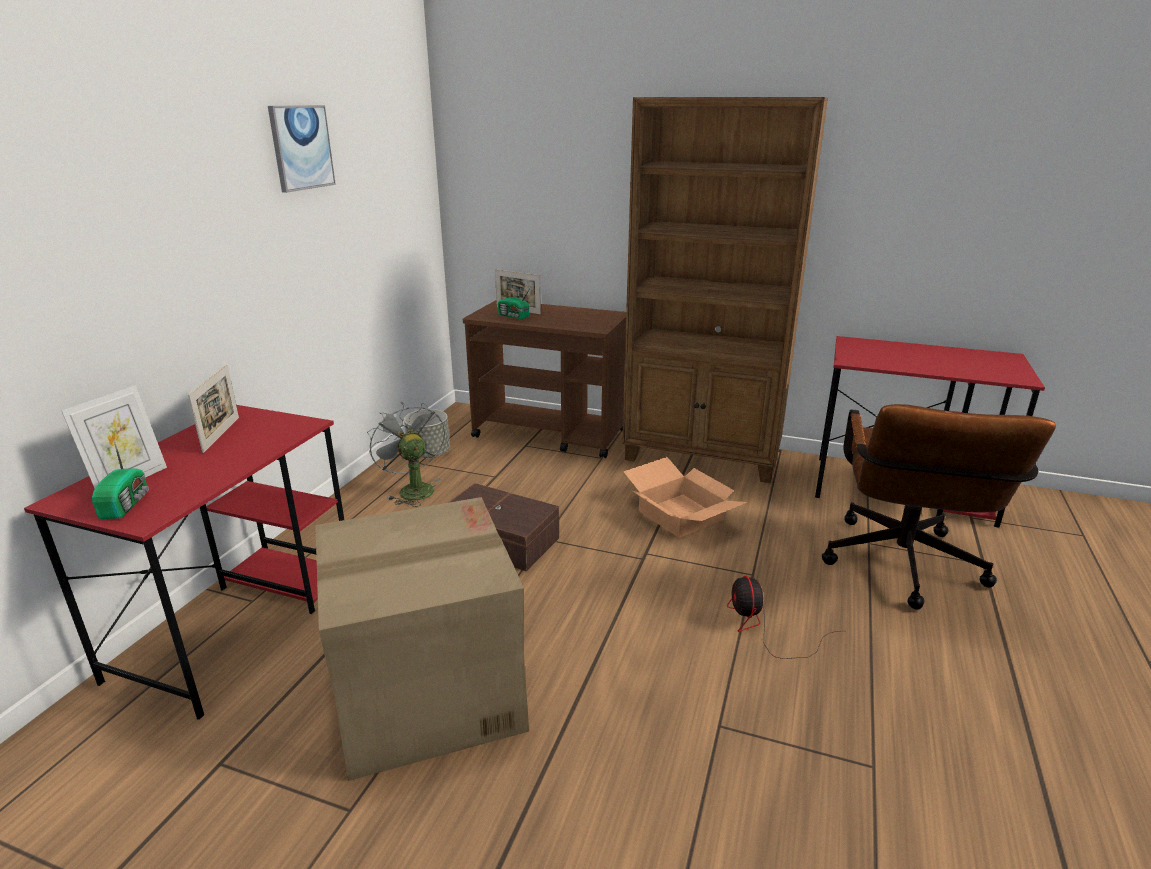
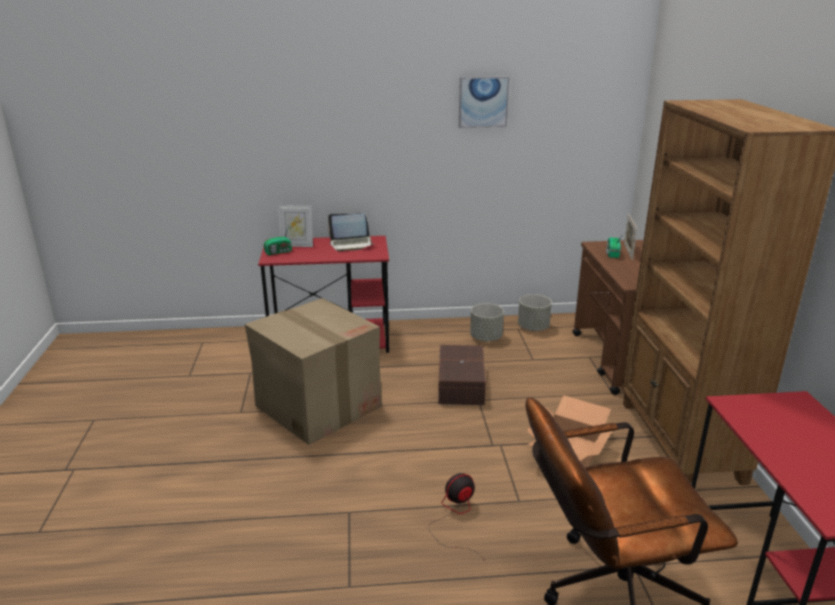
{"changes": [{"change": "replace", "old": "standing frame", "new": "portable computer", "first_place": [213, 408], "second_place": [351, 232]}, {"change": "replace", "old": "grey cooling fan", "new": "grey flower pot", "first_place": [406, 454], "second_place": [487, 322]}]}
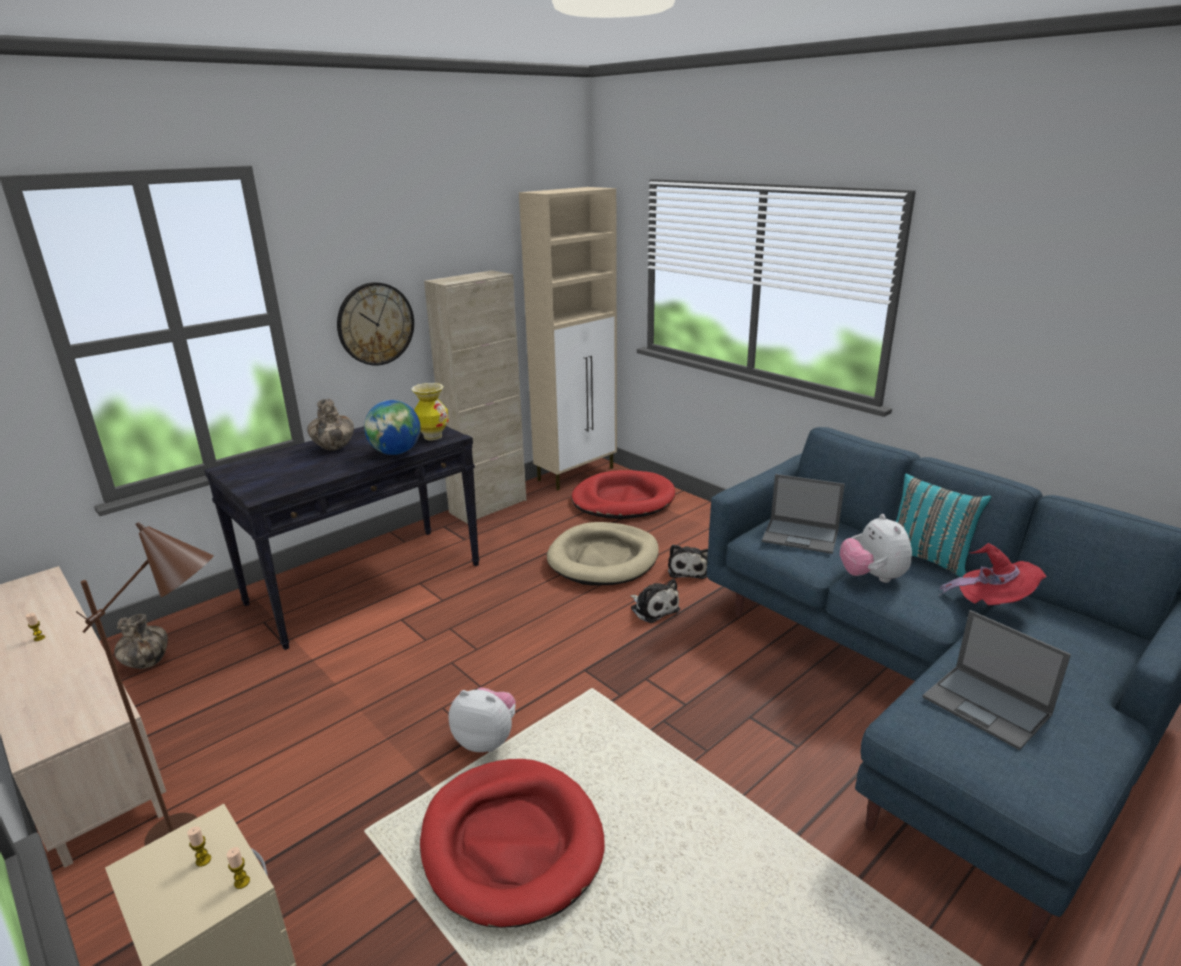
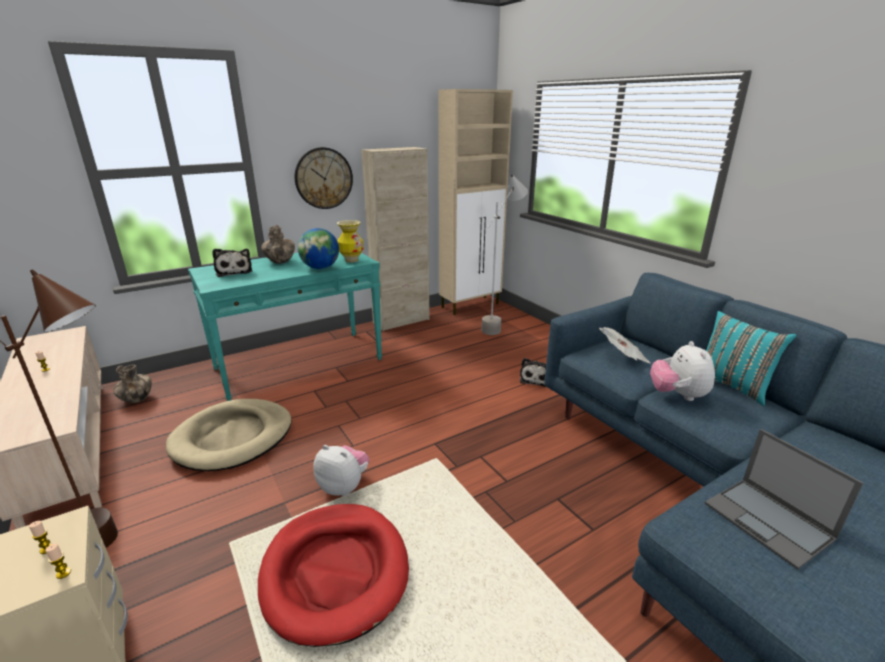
{"changes": [{"change": "recolor", "old": "blackish console table", "new": "blue-green console table", "first_place": [342, 538], "second_place": [285, 326]}, {"change": "move", "old": "beige dog cushion", "first_place": [603, 553], "second_place": [229, 435]}, {"change": "replace", "old": "red dog cushion", "new": "grey floor lamp", "first_place": [623, 494], "second_place": [505, 254]}, {"change": "move", "old": "plush toy", "first_place": [655, 601], "second_place": [232, 262]}, {"change": "replace", "old": "portable computer", "new": "daily paper", "first_place": [803, 514], "second_place": [624, 345]}, {"change": "delete", "old": "red clothing hat", "first_place": [993, 574]}]}
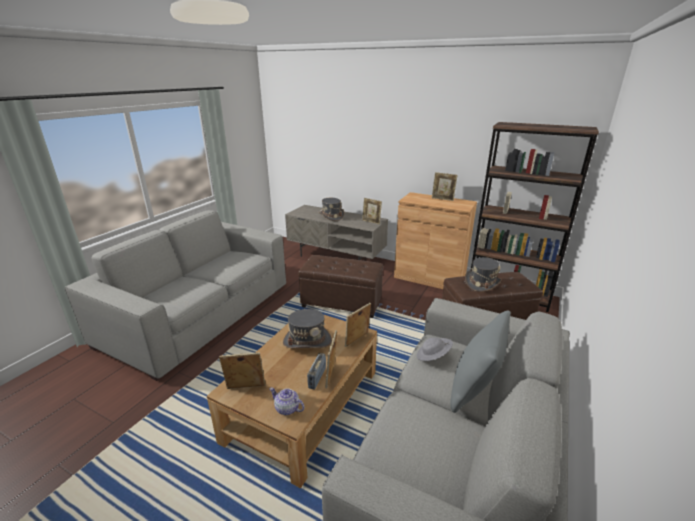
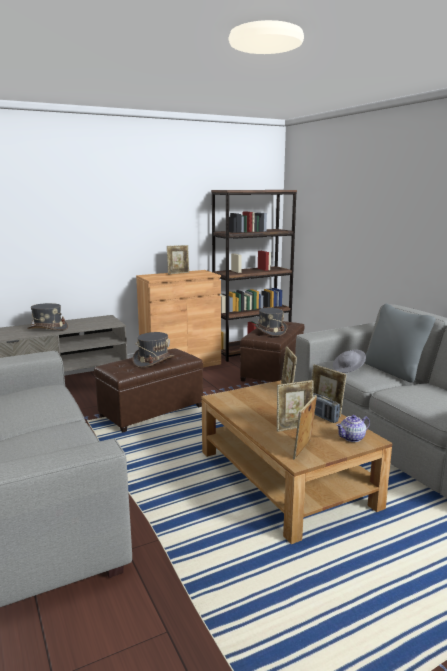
{"changes": [{"change": "move", "old": "grey clothing hat", "first_place": [307, 328], "second_place": [153, 350]}, {"change": "move", "old": "standing frame", "first_place": [372, 211], "second_place": [295, 406]}]}
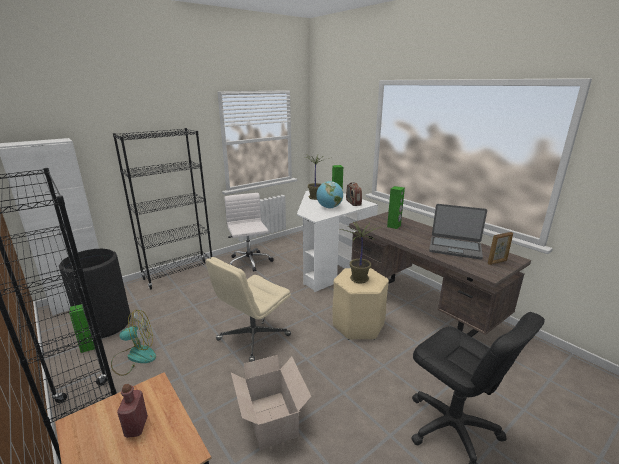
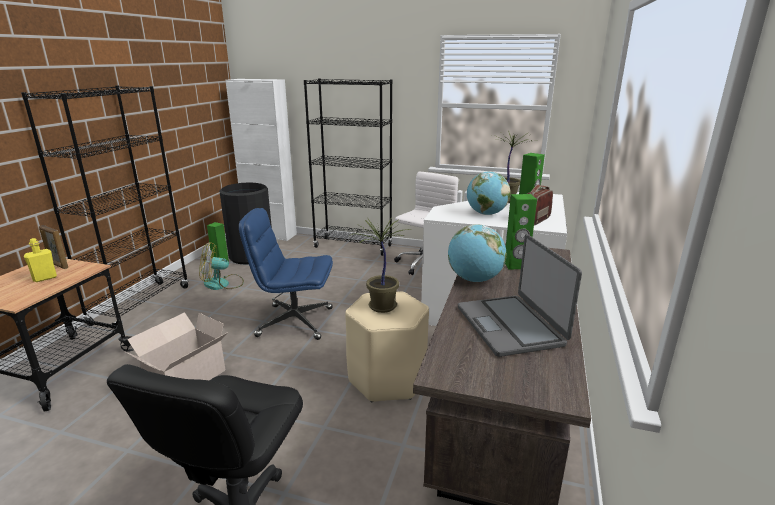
{"changes": [{"change": "rotate", "old": "cooling fan", "first_place": [133, 343], "second_place": [221, 266], "degrees": 135}, {"change": "recolor", "old": "red beverage bottle", "new": "yellow beverage bottle", "first_place": [132, 411], "second_place": [40, 260]}, {"change": "recolor", "old": "beige computer chair", "new": "blue computer chair", "first_place": [248, 309], "second_place": [286, 274]}, {"change": "move", "old": "standing frame", "first_place": [500, 248], "second_place": [53, 247]}, {"change": "insert", "new": "globe", "second_place": [477, 253]}]}
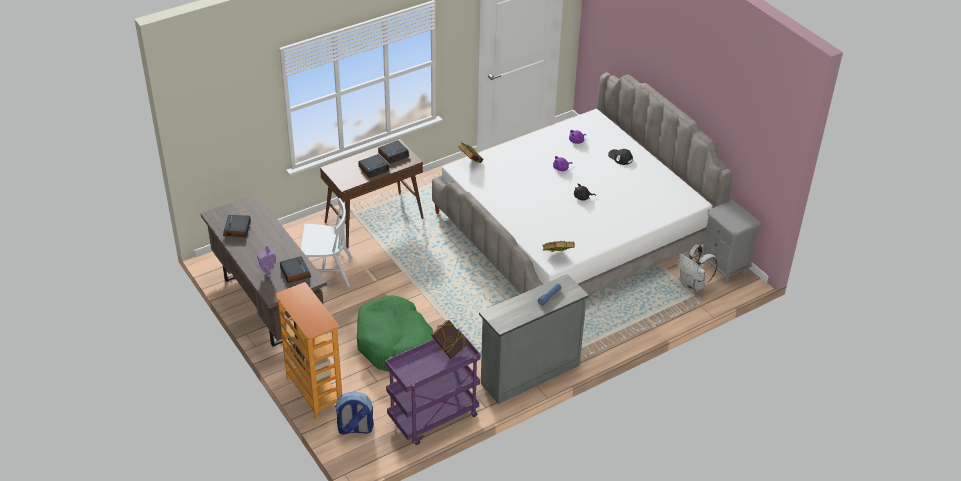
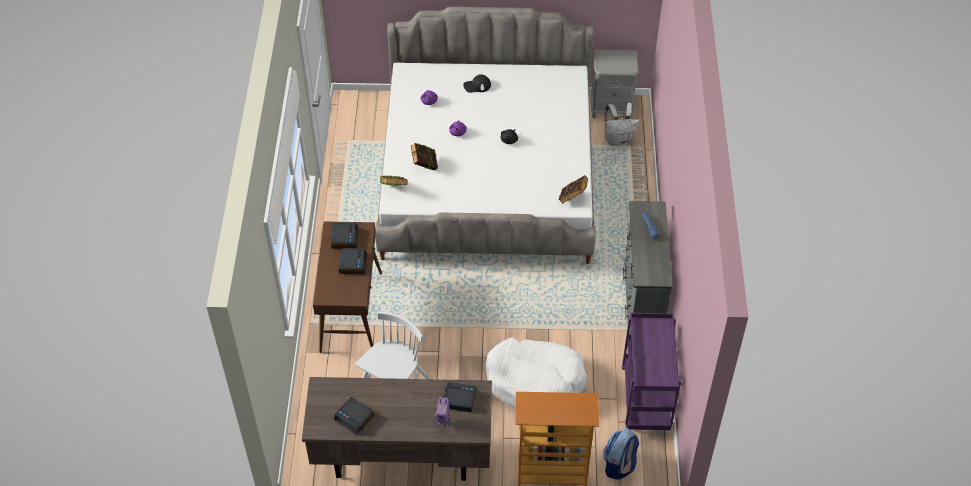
{"changes": [{"change": "recolor", "old": "greenish dog cushion", "new": "white-coloured dog cushion", "first_place": [395, 333], "second_place": [536, 372]}, {"change": "move", "old": "volume", "first_place": [449, 339], "second_place": [424, 156]}]}
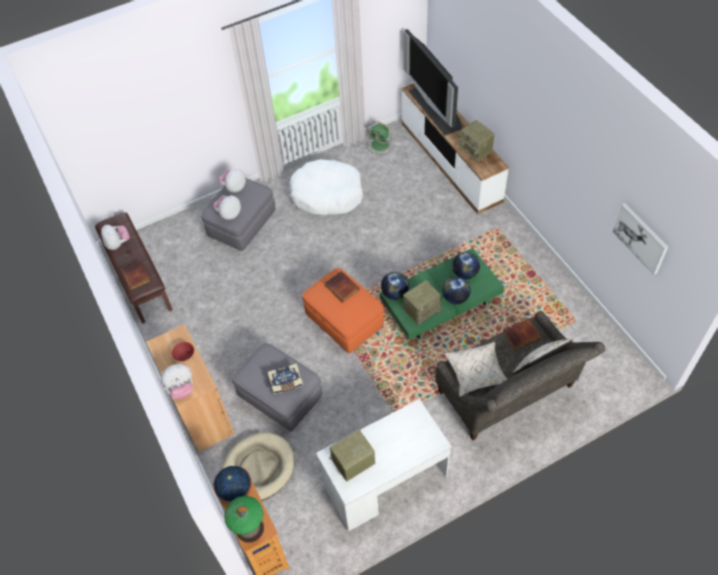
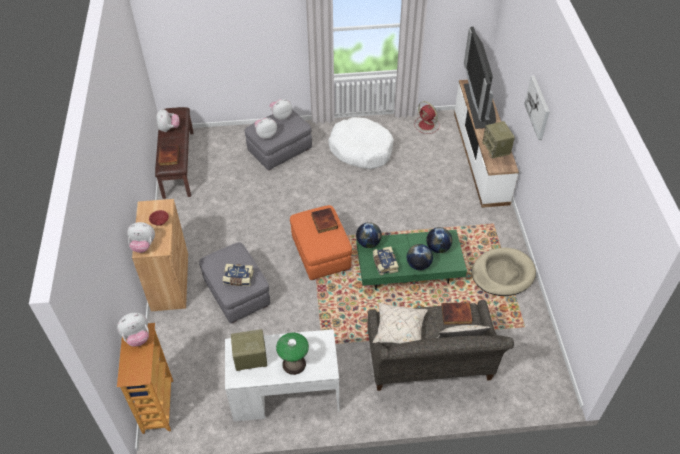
{"changes": [{"change": "replace", "old": "globe", "new": "plush toy", "first_place": [232, 484], "second_place": [133, 330]}, {"change": "move", "old": "beige dog cushion", "first_place": [258, 466], "second_place": [504, 272]}, {"change": "move", "old": "lamp for a table", "first_place": [244, 519], "second_place": [292, 353]}, {"change": "recolor", "old": "greenish cooling fan", "new": "red cooling fan", "first_place": [381, 138], "second_place": [427, 117]}, {"change": "replace", "old": "radio", "new": "volume", "first_place": [422, 302], "second_place": [386, 260]}, {"change": "move", "old": "picture", "first_place": [640, 239], "second_place": [537, 108]}]}
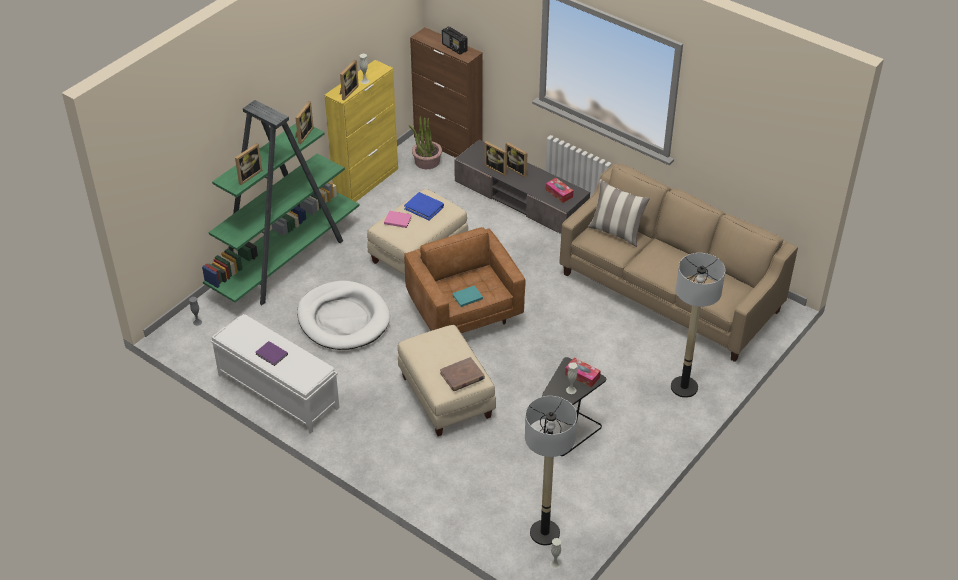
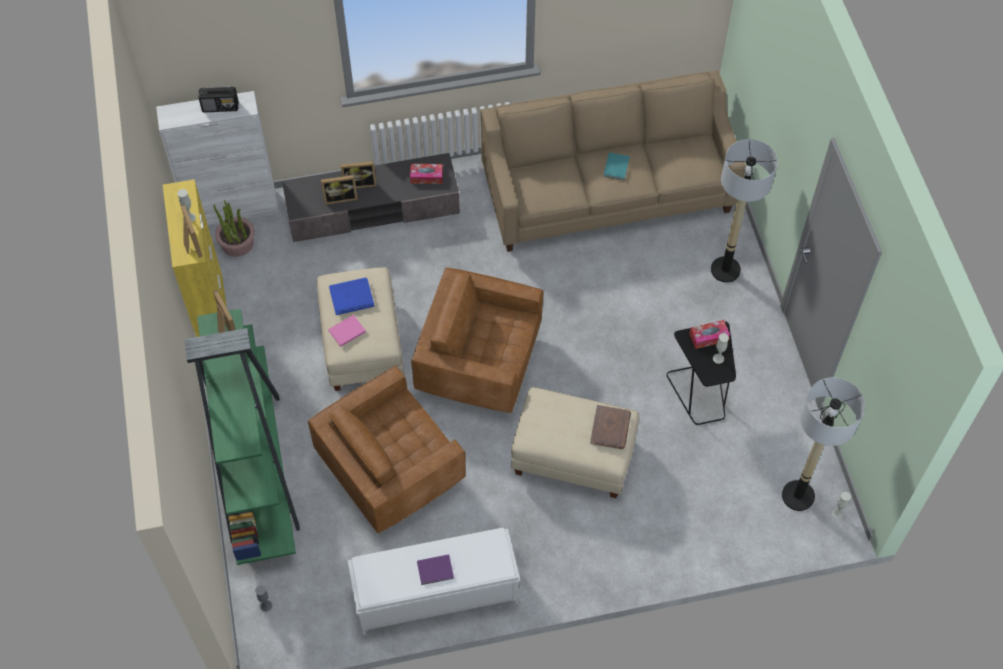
{"changes": [{"change": "delete", "old": "standing frame", "first_place": [248, 164]}, {"change": "replace", "old": "white-coloured dog cushion", "new": "brown armchair", "first_place": [343, 315], "second_place": [387, 449]}, {"change": "recolor", "old": "brown cabinet", "new": "white-coloured cabinet", "first_place": [446, 92], "second_place": [217, 158]}, {"change": "move", "old": "blue-green volume", "first_place": [467, 296], "second_place": [617, 166]}, {"change": "delete", "old": "cushion", "first_place": [619, 213]}]}
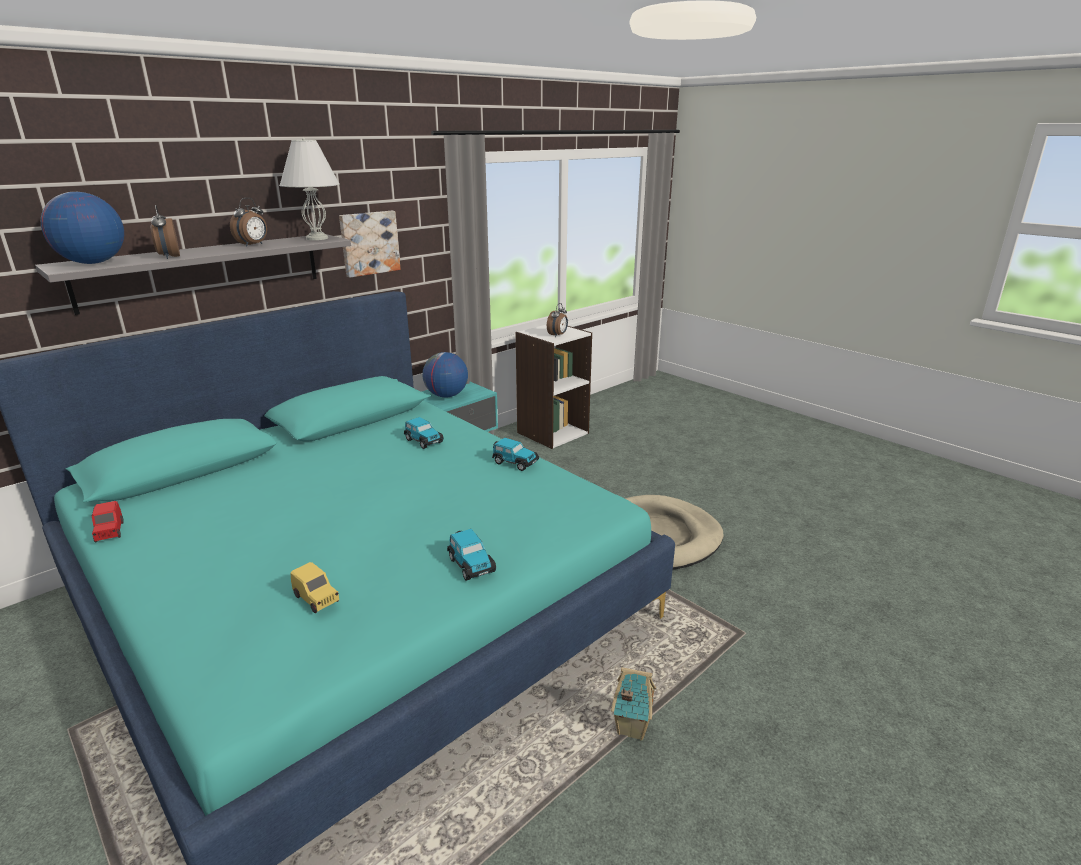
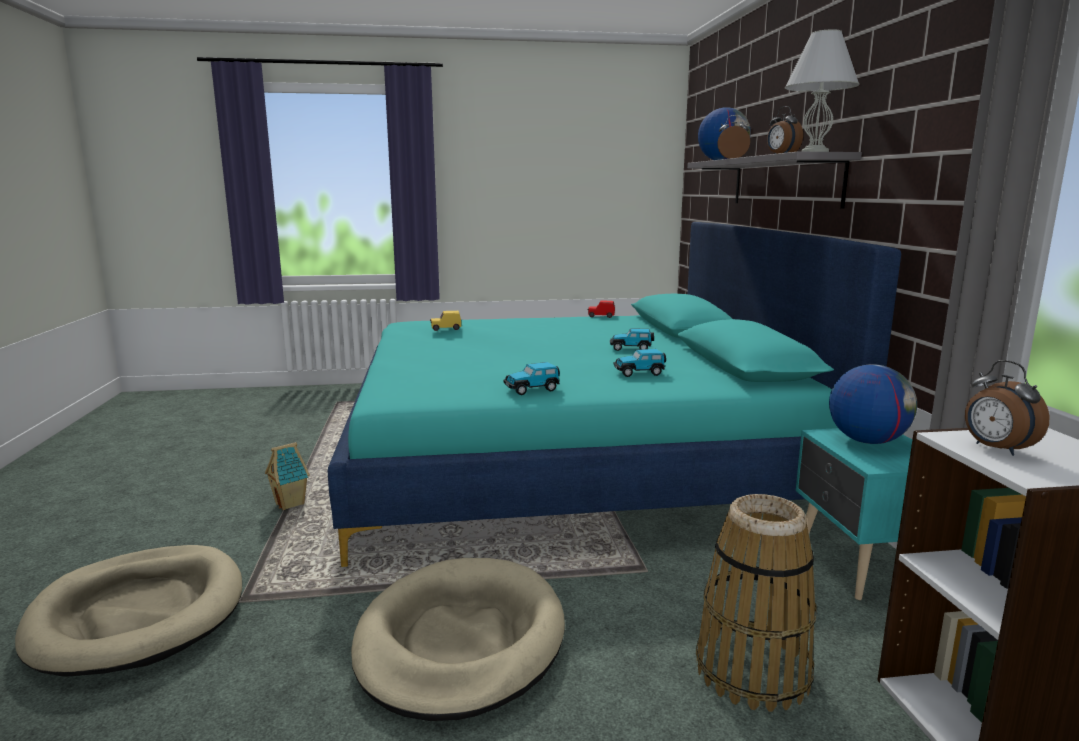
{"changes": [{"change": "delete", "old": "picture", "first_place": [370, 244]}, {"change": "move", "old": "toy car", "first_place": [471, 555], "second_place": [632, 340]}, {"change": "insert", "new": "beige dog cushion", "second_place": [128, 611]}, {"change": "insert", "new": "basket", "second_place": [756, 603]}]}
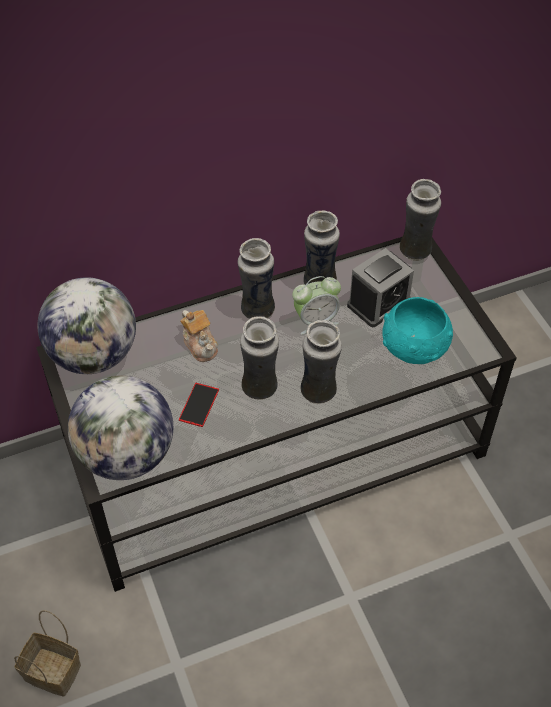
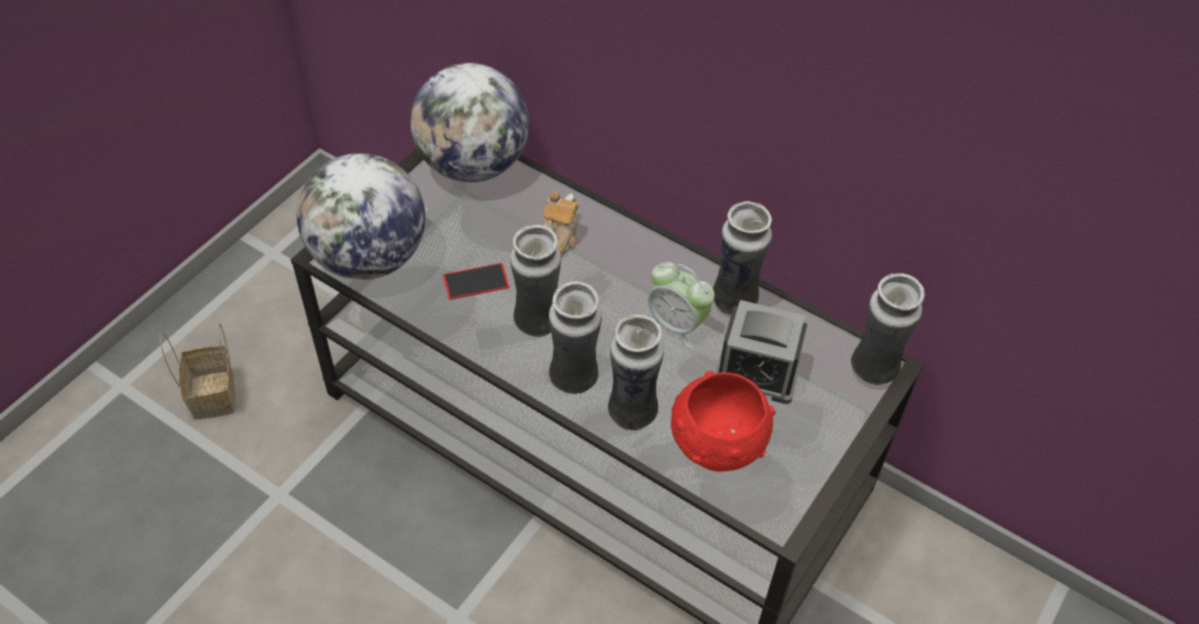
{"changes": [{"change": "move", "old": "vase", "first_place": [256, 278], "second_place": [636, 372]}, {"change": "recolor", "old": "blue-green bowl", "new": "red bowl", "first_place": [418, 330], "second_place": [723, 421]}]}
